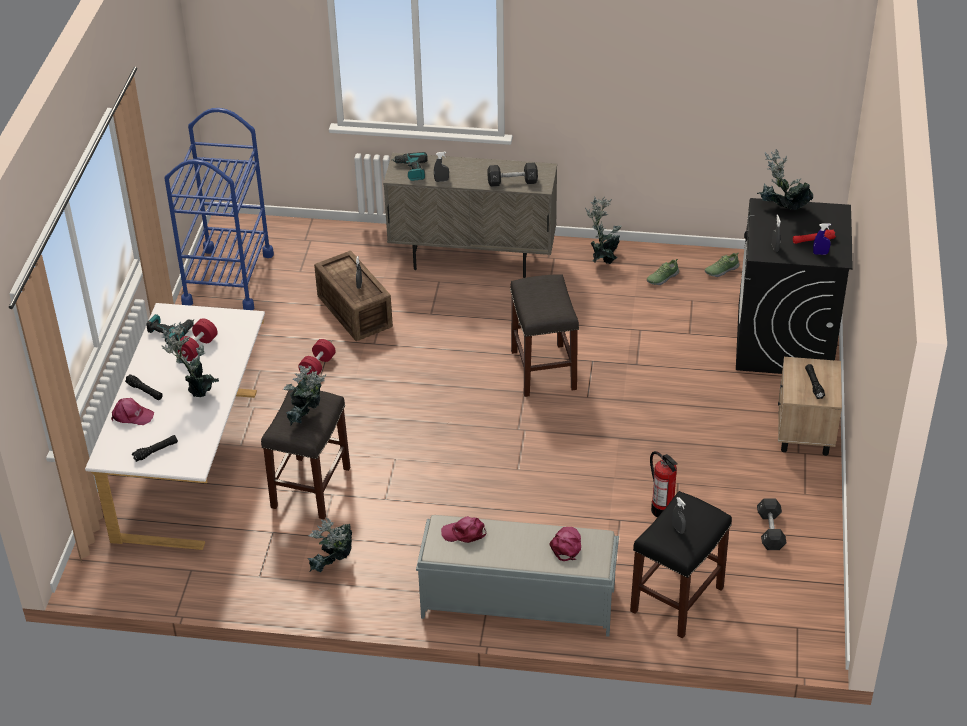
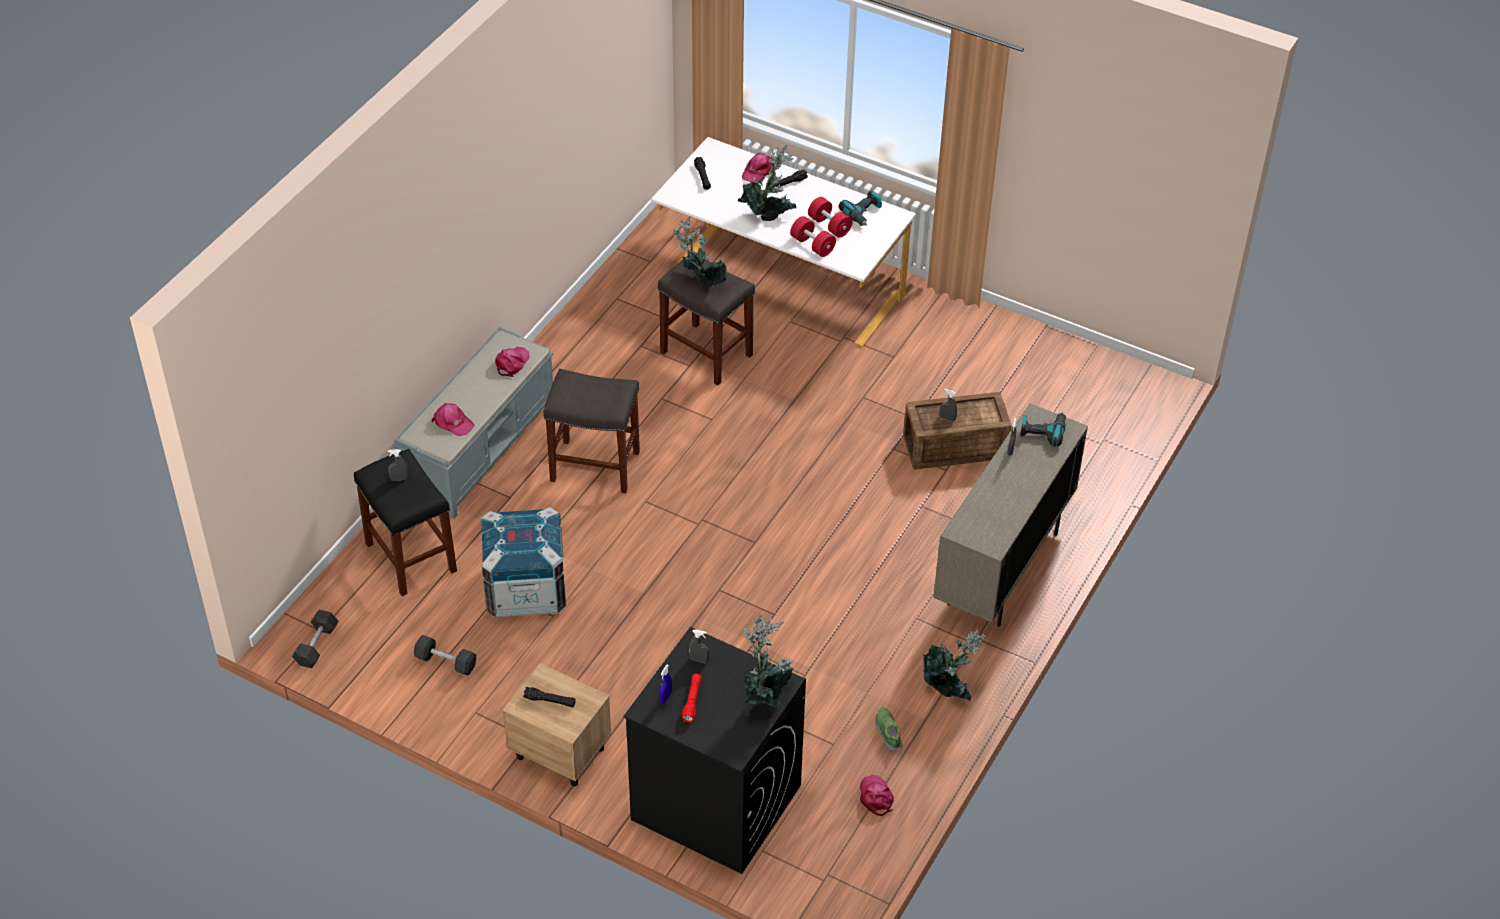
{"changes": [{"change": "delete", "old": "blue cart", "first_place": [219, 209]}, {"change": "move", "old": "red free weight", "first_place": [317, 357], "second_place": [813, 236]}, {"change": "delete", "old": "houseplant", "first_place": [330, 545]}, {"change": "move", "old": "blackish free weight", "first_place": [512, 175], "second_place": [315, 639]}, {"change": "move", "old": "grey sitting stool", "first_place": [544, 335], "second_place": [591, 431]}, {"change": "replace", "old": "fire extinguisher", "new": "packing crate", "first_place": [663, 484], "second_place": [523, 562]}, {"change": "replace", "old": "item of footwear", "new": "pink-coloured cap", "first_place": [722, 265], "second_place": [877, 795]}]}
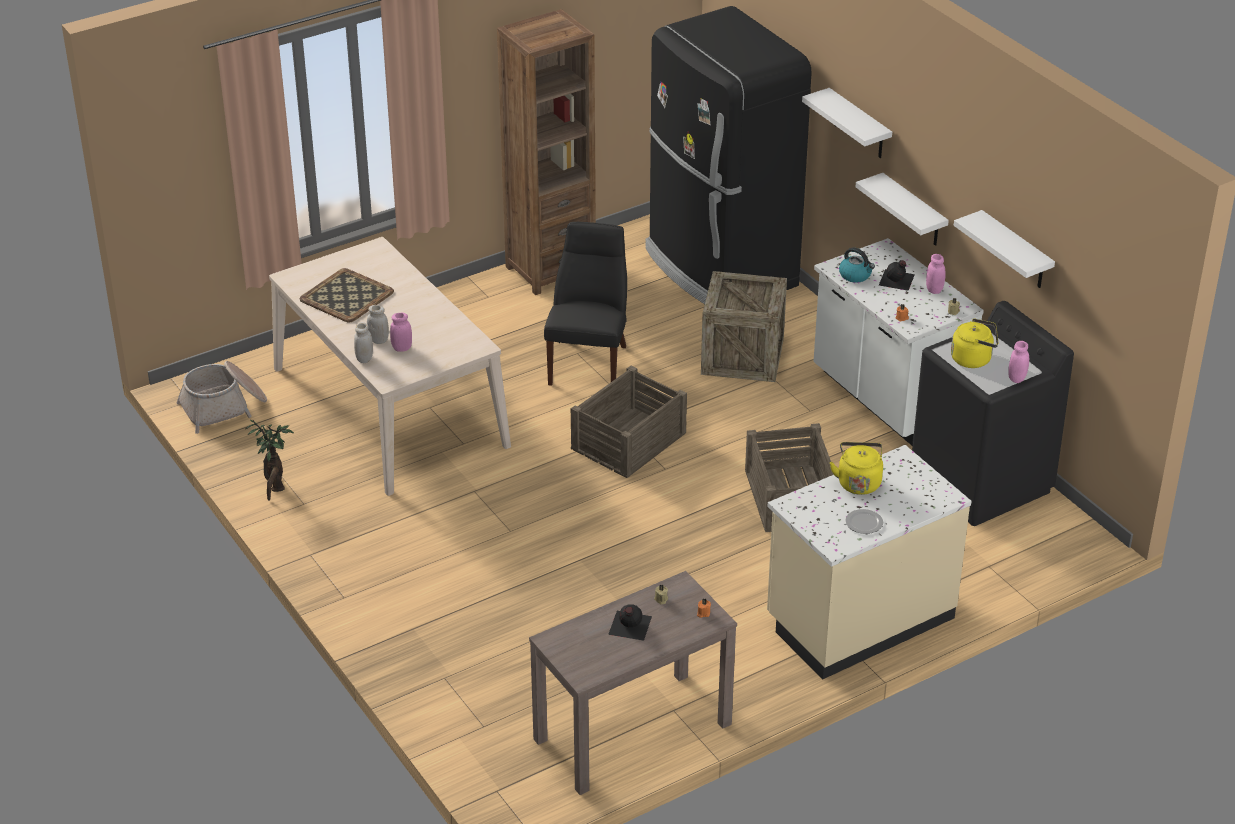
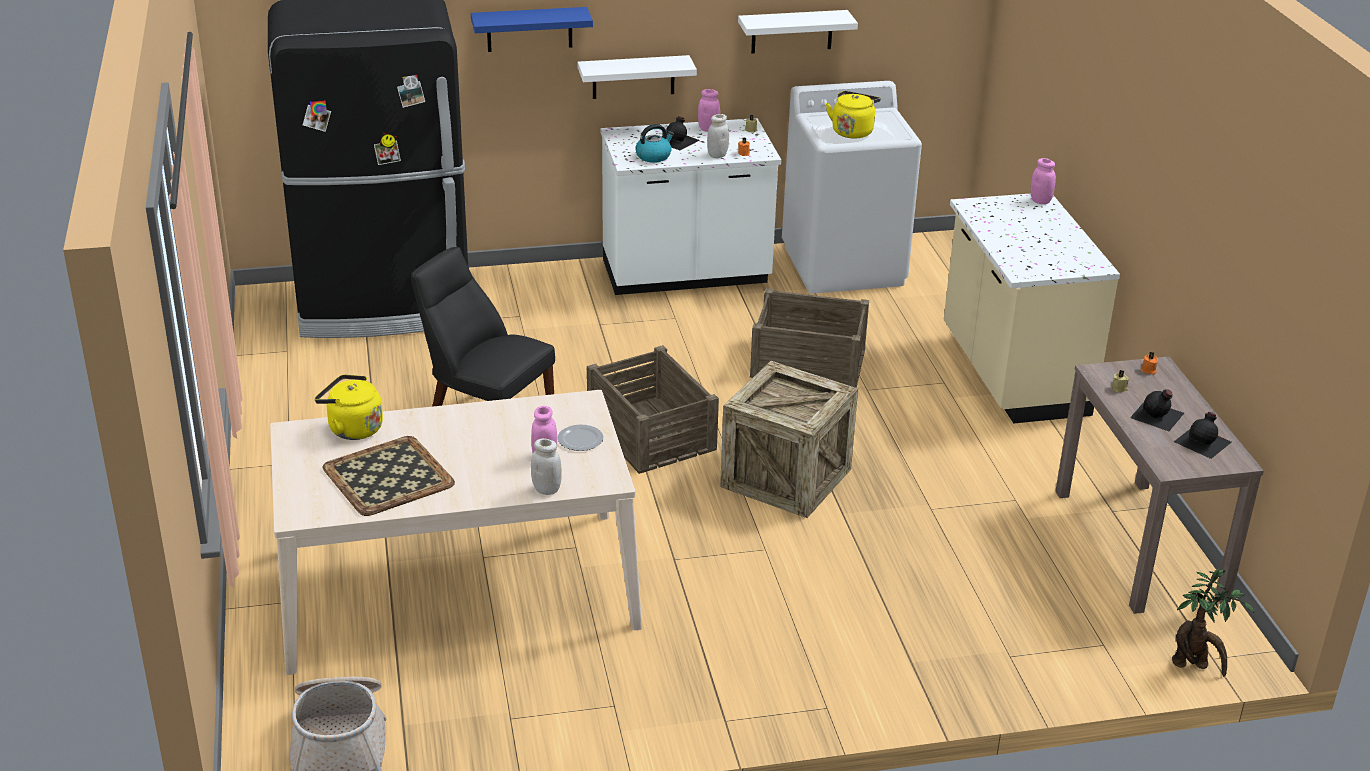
{"changes": [{"change": "move", "old": "houseplant", "first_place": [269, 460], "second_place": [1213, 622]}, {"change": "move", "old": "white-coloured storage jar", "first_place": [378, 324], "second_place": [718, 136]}, {"change": "delete", "old": "brown bookshelf", "first_place": [546, 152]}, {"change": "move", "old": "packing crate", "first_place": [744, 326], "second_place": [789, 439]}, {"change": "recolor", "old": "white-coloured bracket shelf", "new": "blue bracket shelf", "first_place": [847, 123], "second_place": [532, 29]}, {"change": "move", "old": "yellow kettle", "first_place": [856, 468], "second_place": [348, 407]}, {"change": "move", "old": "dinner plate", "first_place": [864, 521], "second_place": [581, 438]}, {"change": "recolor", "old": "blackish laundry machine", "new": "white-coloured laundry machine", "first_place": [993, 413], "second_place": [852, 187]}, {"change": "move", "old": "pink-coloured storage jar", "first_place": [1018, 362], "second_place": [1043, 181]}, {"change": "insert", "new": "blackish beverage bottle", "second_place": [1203, 435]}]}
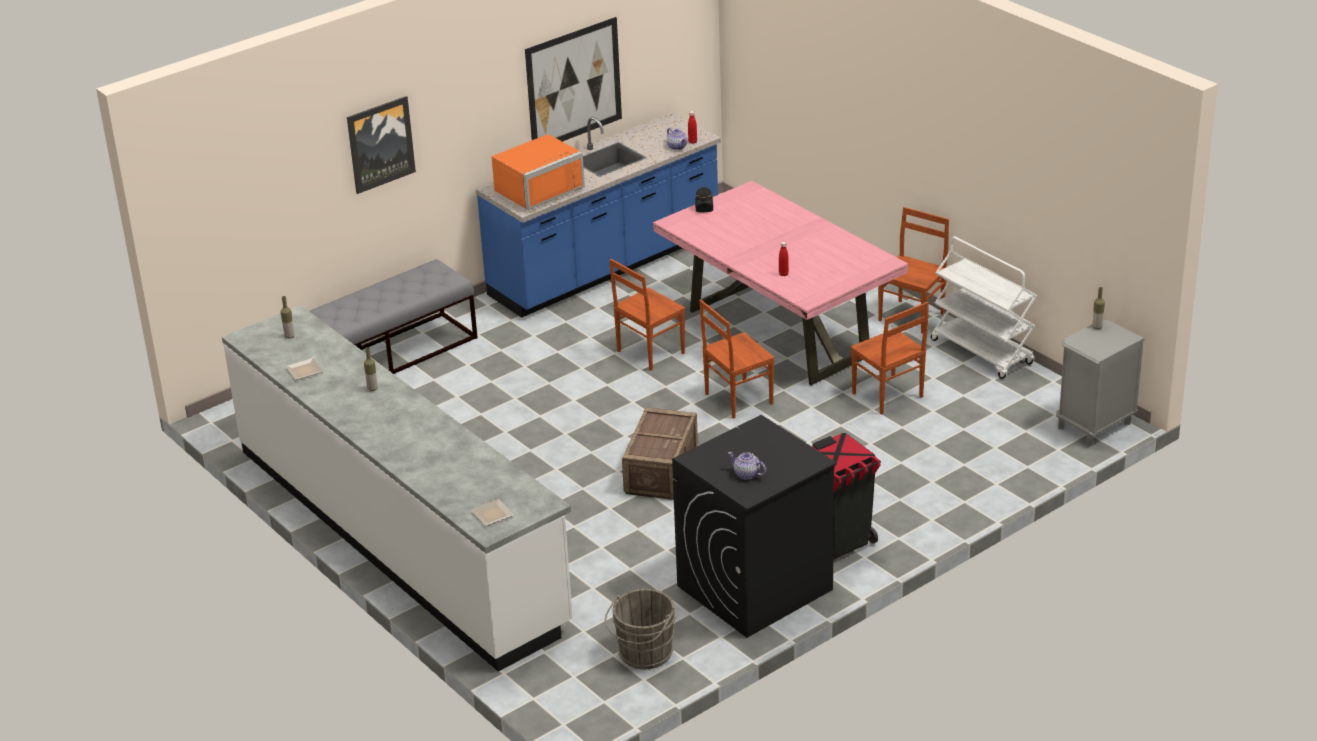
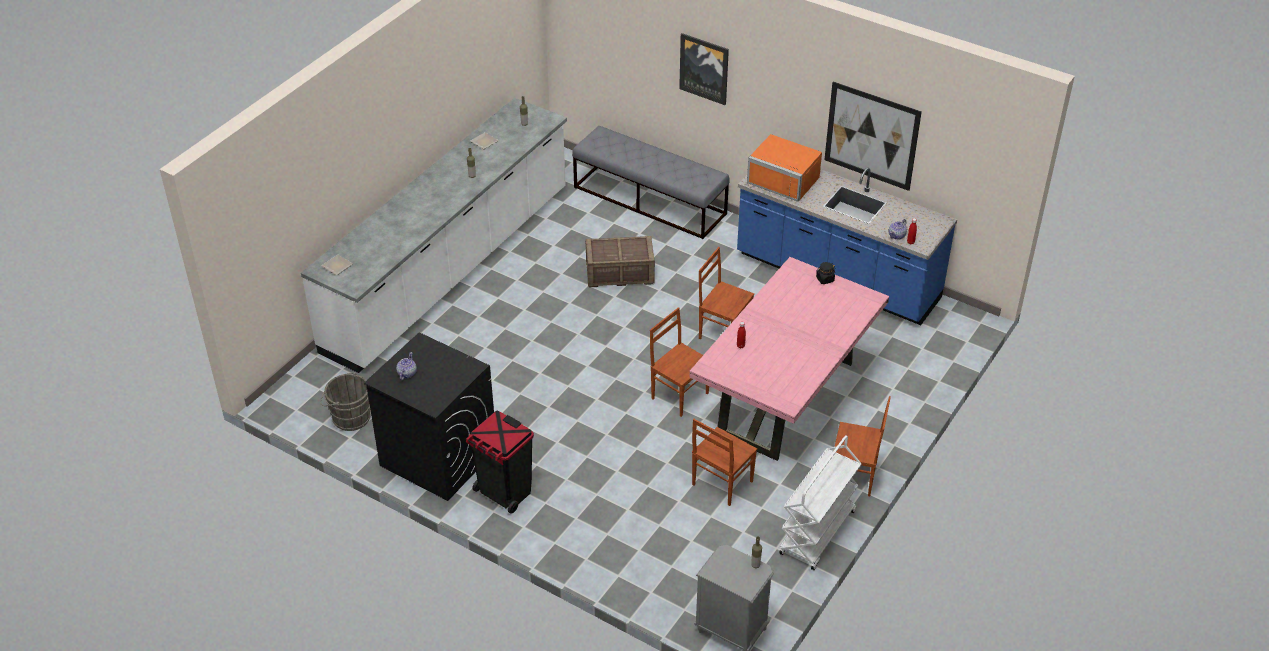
{"changes": [{"change": "move", "old": "packing crate", "first_place": [660, 453], "second_place": [620, 261]}]}
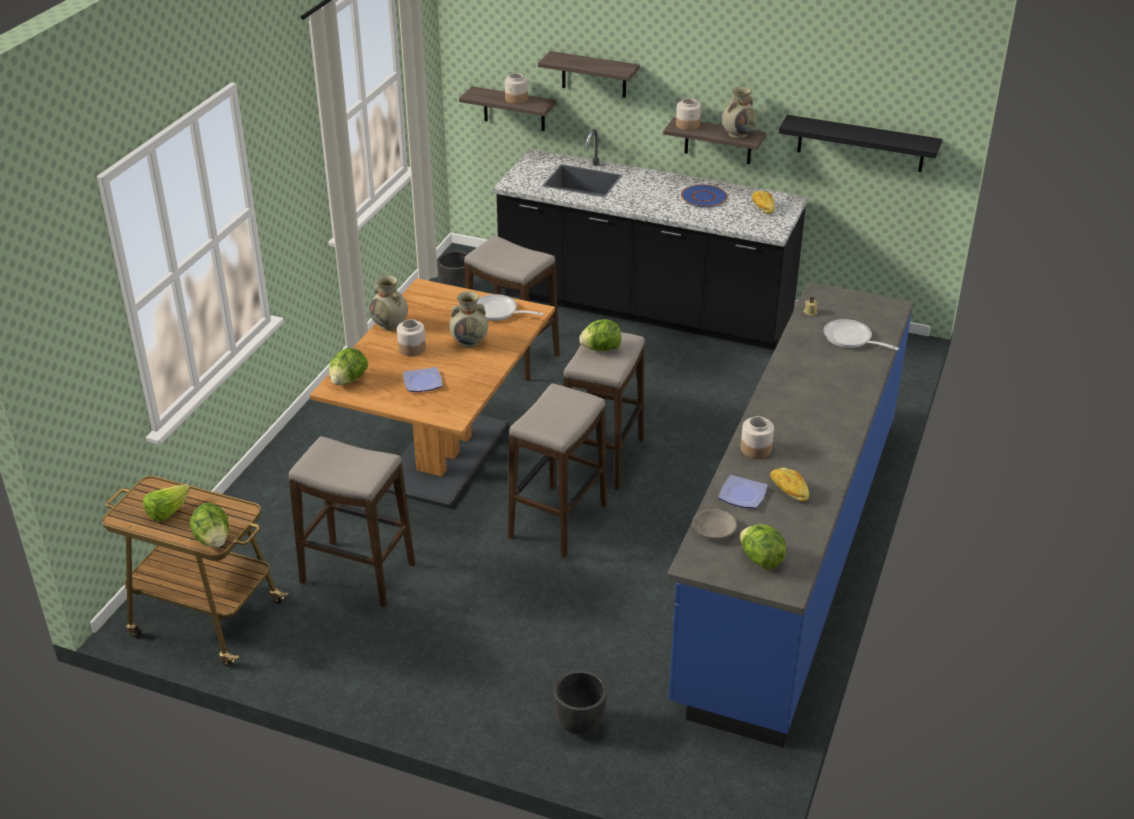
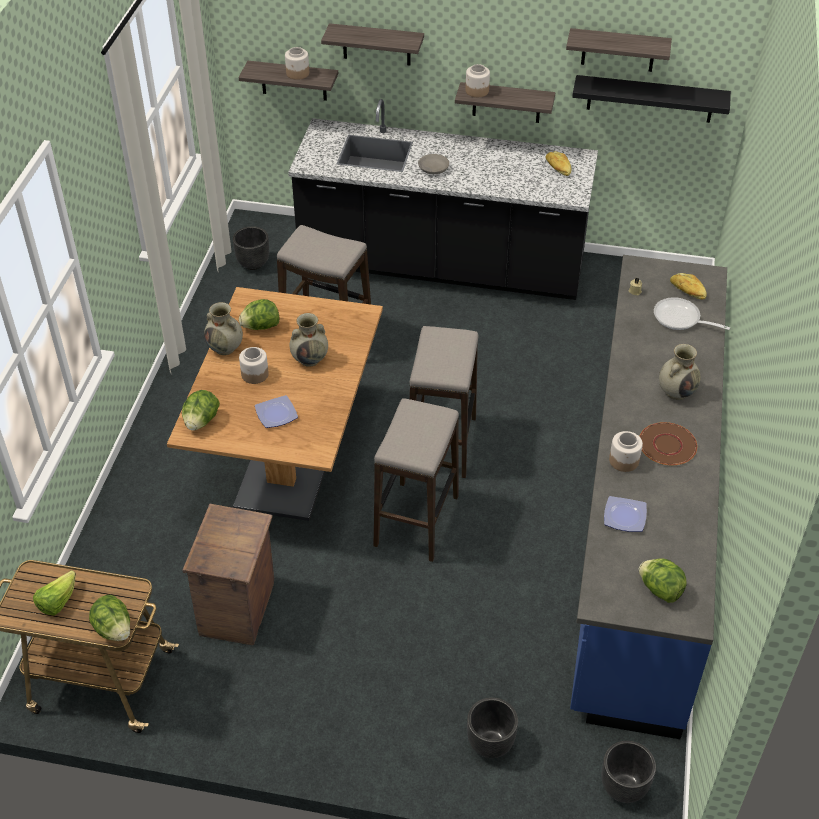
{"changes": [{"change": "replace", "old": "sitting stool", "new": "packing crate", "first_place": [352, 521], "second_place": [228, 574]}, {"change": "delete", "old": "skillet", "first_place": [510, 307]}, {"change": "move", "old": "head of lettuce", "first_place": [600, 335], "second_place": [259, 314]}, {"change": "delete", "old": "blue dinner plate", "first_place": [704, 196]}, {"change": "move", "old": "grey bowl", "first_place": [714, 524], "second_place": [433, 164]}, {"change": "move", "old": "beige vase", "first_place": [739, 113], "second_place": [679, 372]}, {"change": "move", "old": "bakery bread", "first_place": [789, 485], "second_place": [688, 286]}, {"change": "insert", "new": "bracket shelf", "second_place": [619, 50]}, {"change": "insert", "new": "blackish flower pot", "second_place": [629, 772]}, {"change": "insert", "new": "brown dinner plate", "second_place": [668, 443]}]}
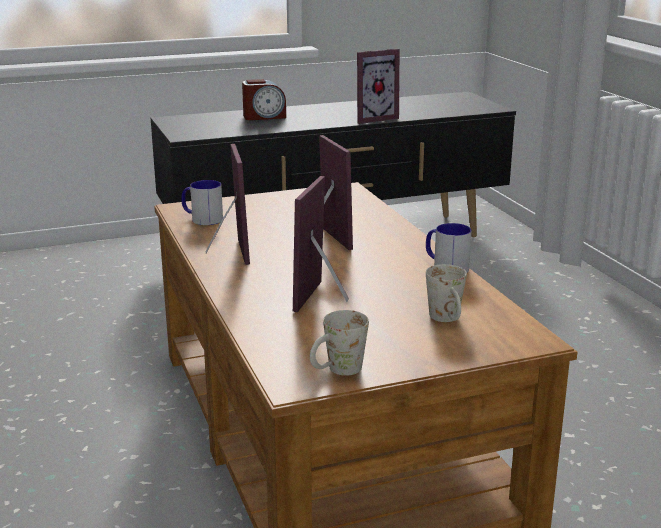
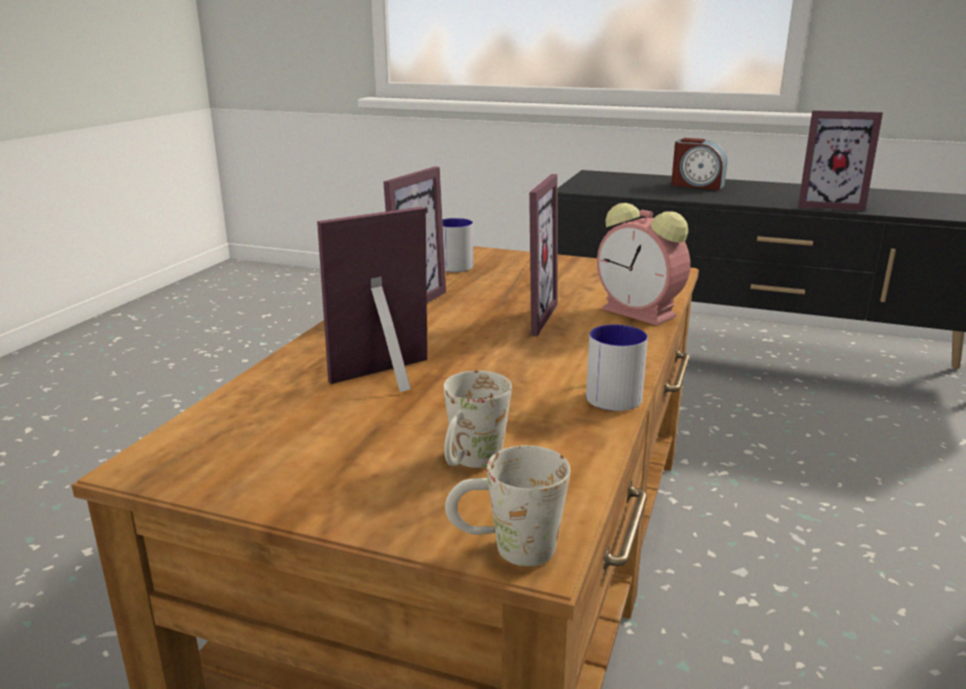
{"changes": [{"change": "move", "old": "white-coloured mug", "first_place": [339, 343], "second_place": [507, 505]}, {"change": "insert", "new": "table clock", "second_place": [643, 264]}]}
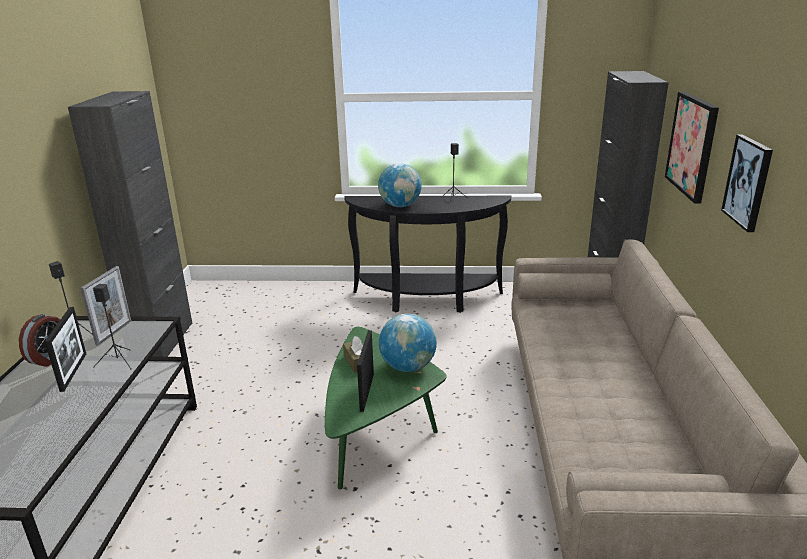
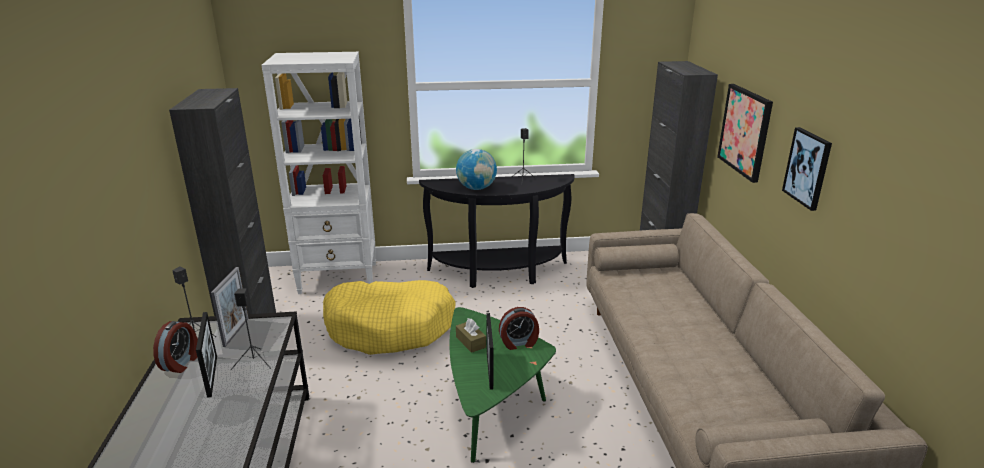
{"changes": [{"change": "replace", "old": "globe", "new": "table clock", "first_place": [408, 343], "second_place": [519, 328]}, {"change": "insert", "new": "white-coloured bookshelf", "second_place": [318, 173]}, {"change": "insert", "new": "yellow dog cushion", "second_place": [389, 317]}]}
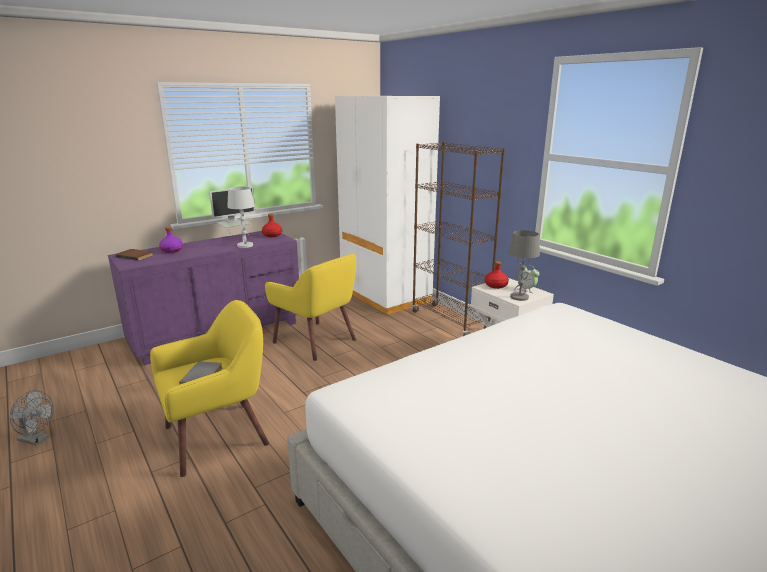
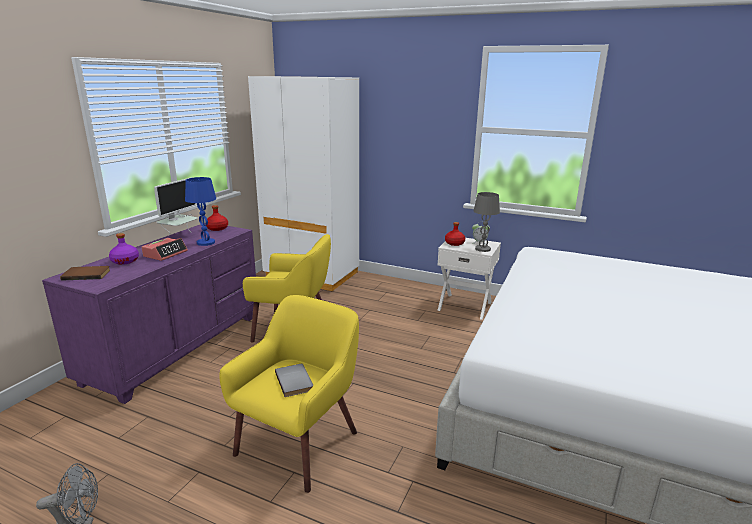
{"changes": [{"change": "recolor", "old": "white-coloured lamp for a table", "new": "blue lamp for a table", "first_place": [241, 217], "second_place": [200, 211]}, {"change": "delete", "old": "brown bookshelf", "first_place": [458, 239]}, {"change": "insert", "new": "table clock", "second_place": [165, 249]}]}
